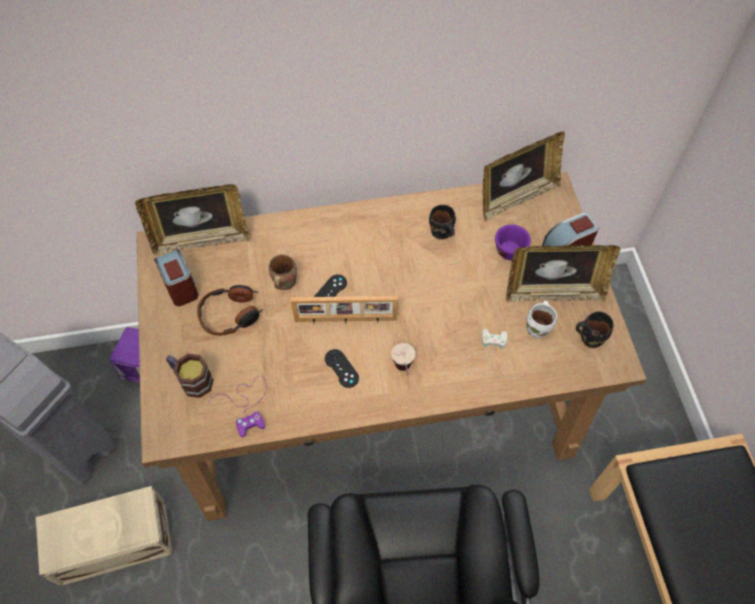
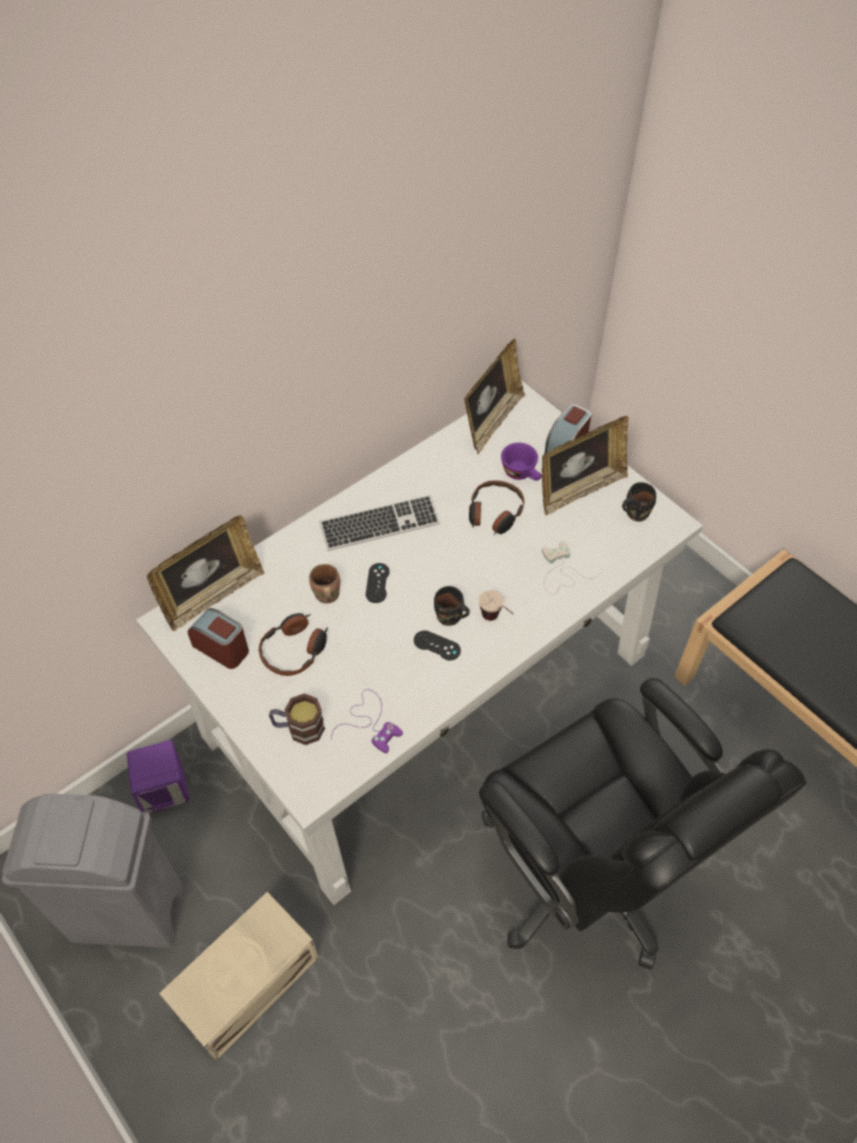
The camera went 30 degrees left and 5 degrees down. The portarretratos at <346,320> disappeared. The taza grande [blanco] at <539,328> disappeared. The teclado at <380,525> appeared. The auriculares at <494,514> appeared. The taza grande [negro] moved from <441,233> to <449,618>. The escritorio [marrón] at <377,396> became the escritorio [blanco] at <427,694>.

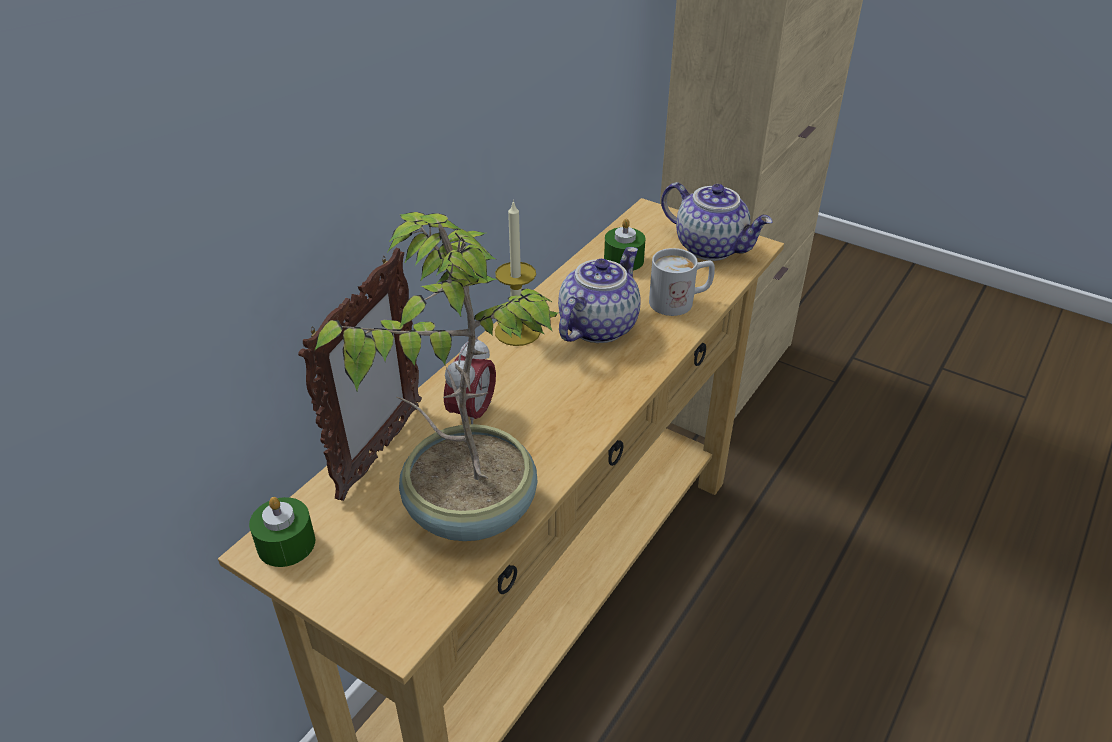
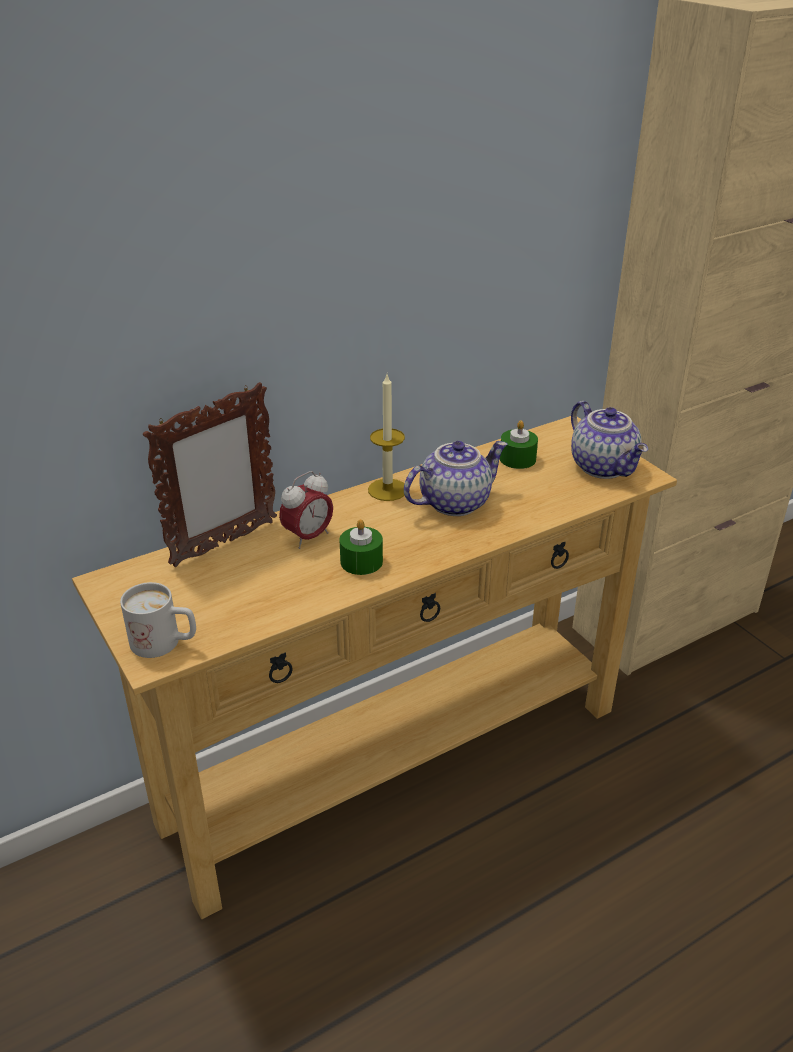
The camera went 25 degrees right and 5 degrees down. The planta en maceta at <468,508> disappeared. The vela [verde] moved from <286,544> to <361,561>. The taza grande [blanco] moved from <680,301> to <165,643>.

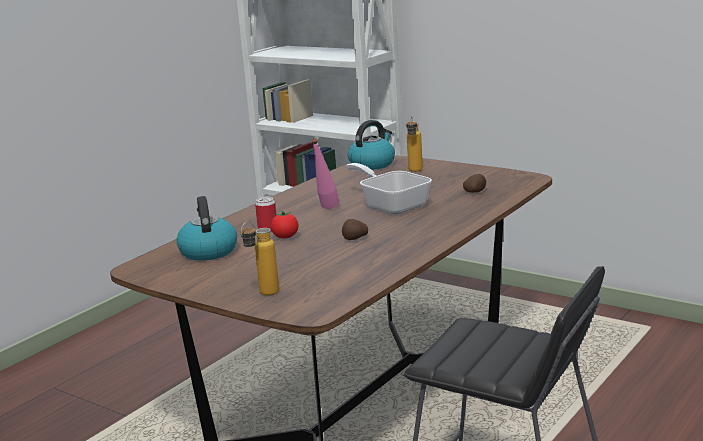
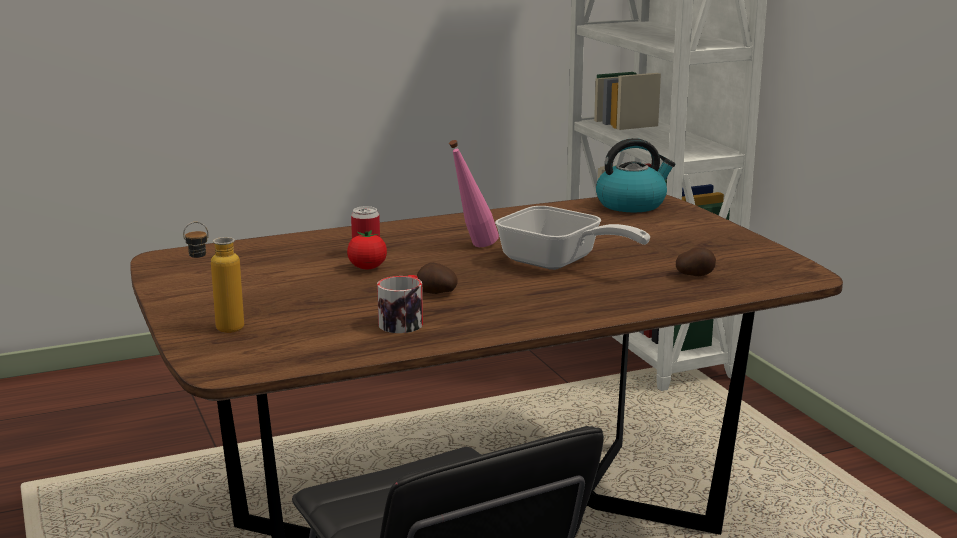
The camera went 30 degrees right and 0 degrees up. The hervidor at <208,251> disappeared. The botella at <414,171> disappeared. The taza grande at <404,321> appeared. The sartén at <391,205> turned 135 degrees clockwise.

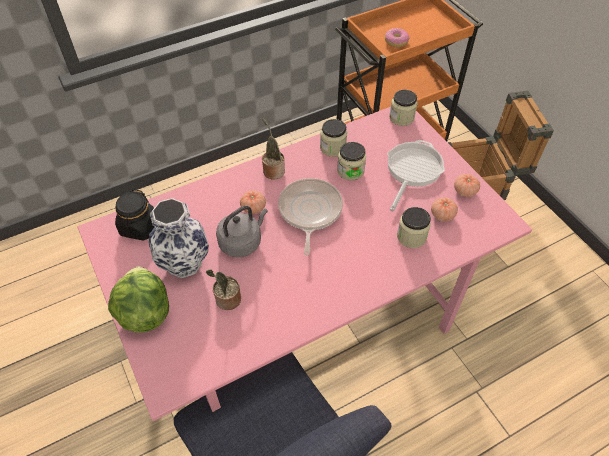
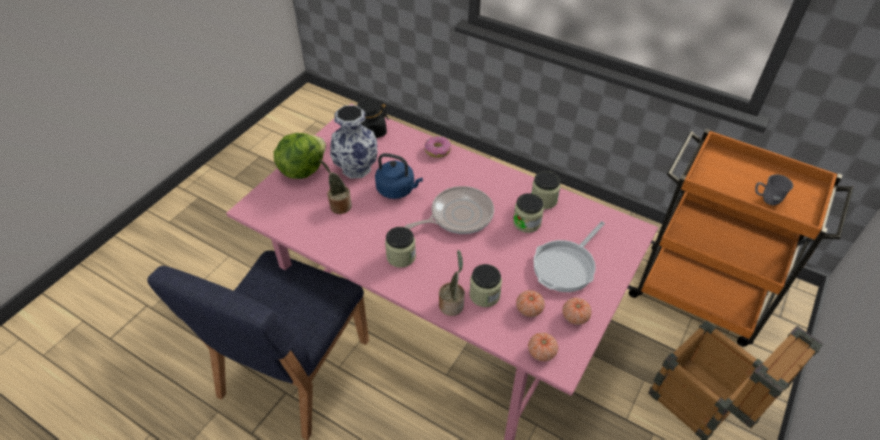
The camera went 60 degrees right and 5 degrees down. The taza grande [gris] at <766,199> appeared. The tomate moved from <253,208> to <541,352>. The planta en maceta moved from <273,170> to <452,304>. The rosquilla moved from <396,41> to <437,151>. The tarro moved from <401,117> to <401,256>. The hervidor [gris] at <242,242> became the hervidor [azul] at <397,189>. The sartén at <412,170> turned 135 degrees clockwise.

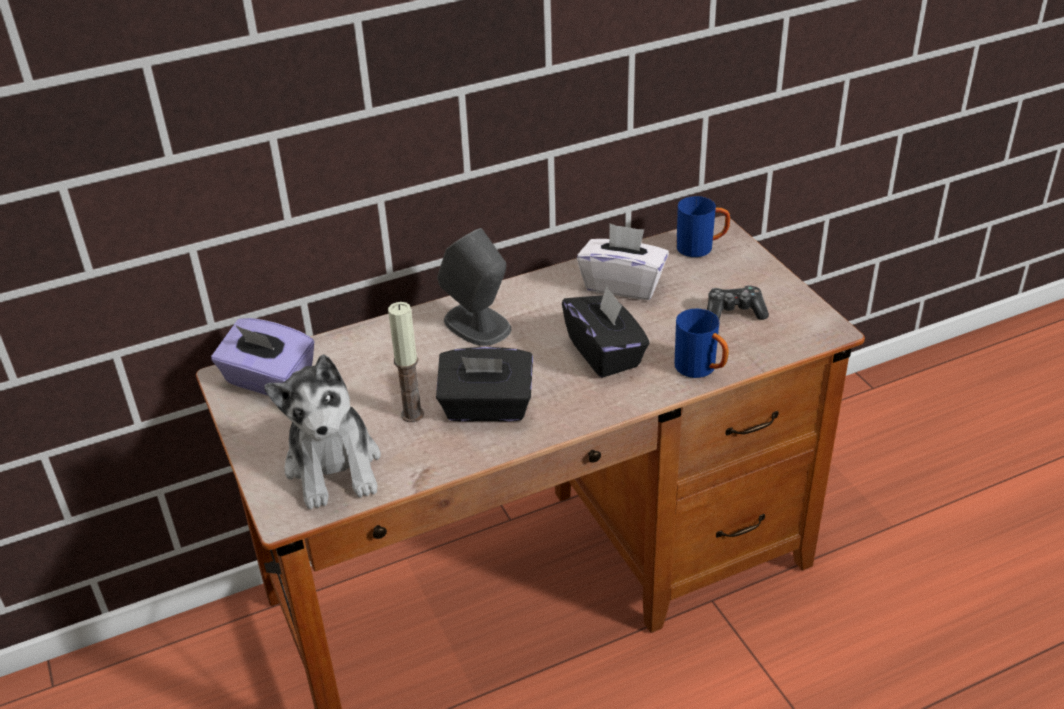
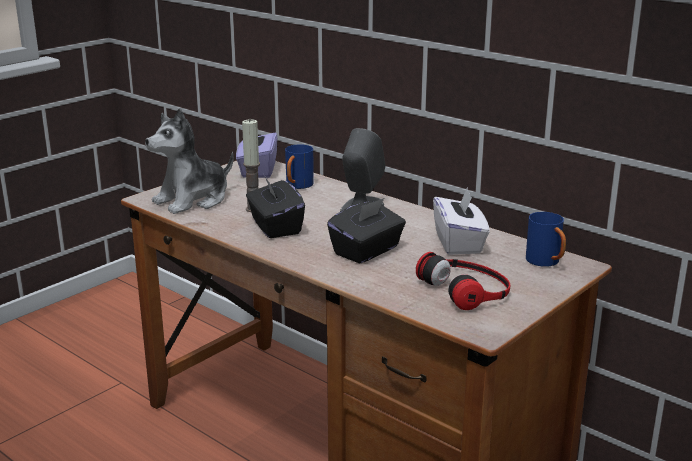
The camera went 65 degrees right and 15 degrees down. The taza grande [azul] moved from <701,369> to <297,186>. The mando de consola at <734,312> was replaced by the auriculares at <467,288>.

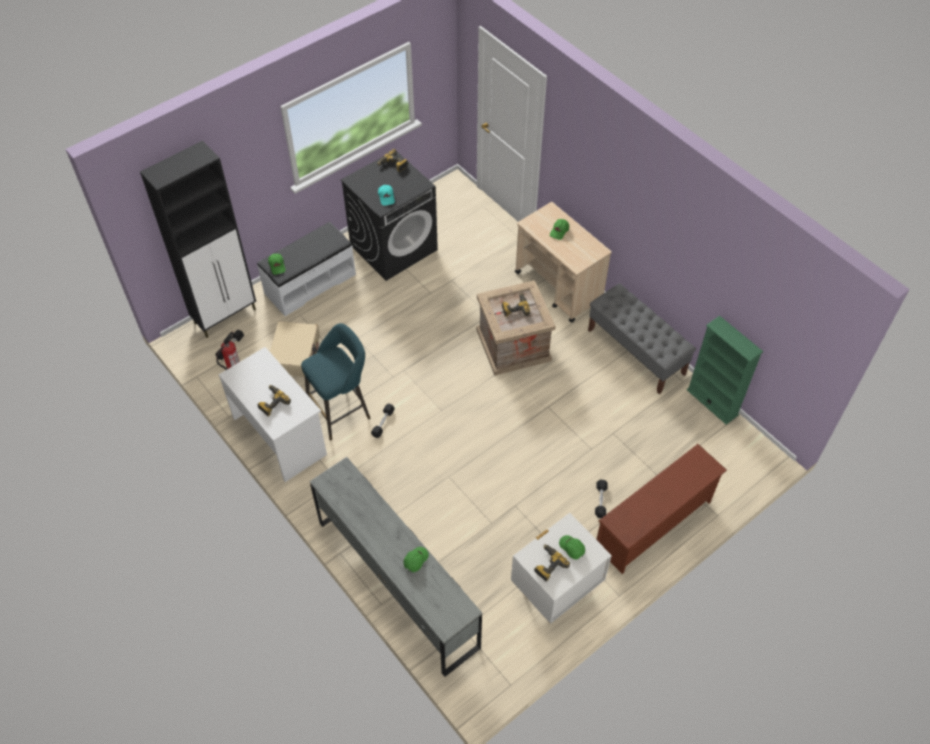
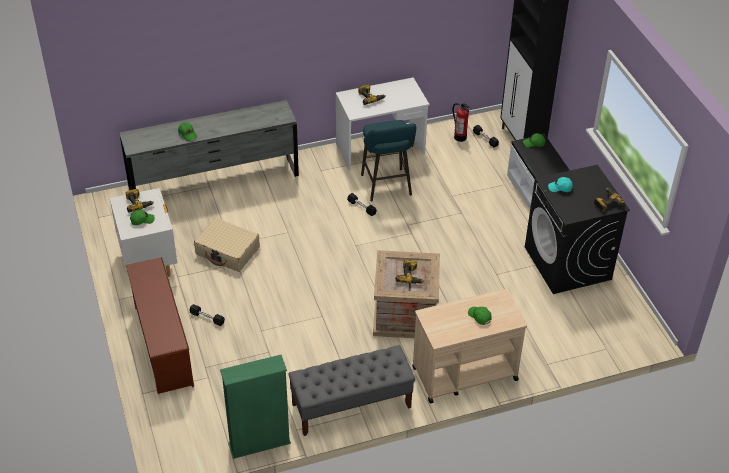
The camera went 110 degrees right and 10 degrees down. The maleta [beis] moved from <295,354> to <227,251>.

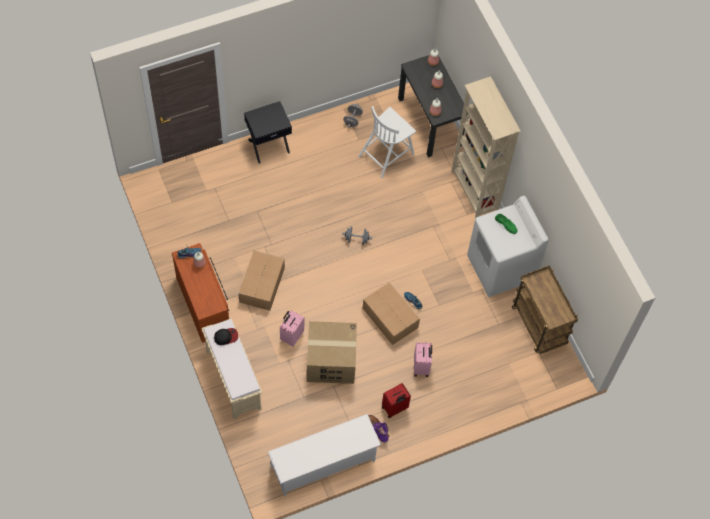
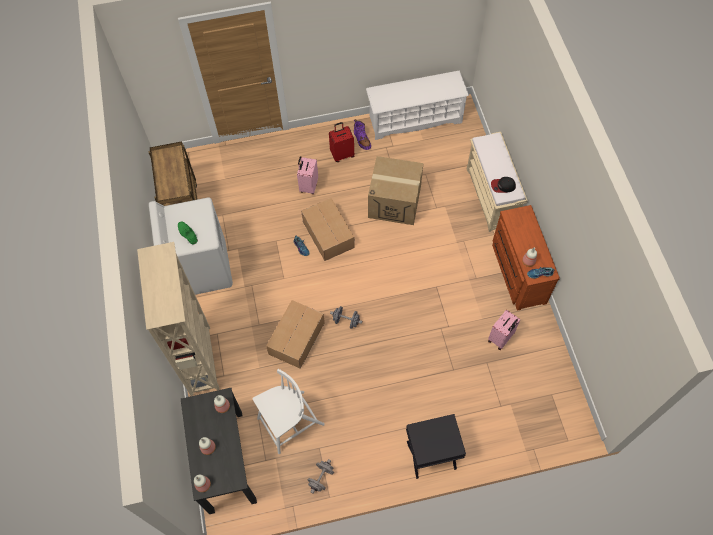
The camera went 165 degrees left and 0 degrees up. The caja de cartón moved from <262,284> to <296,339>. The maleta [rosa] moved from <291,336> to <501,338>.

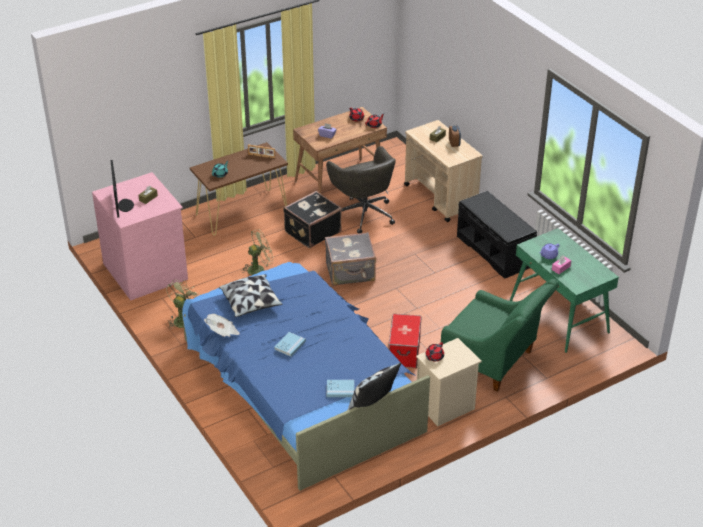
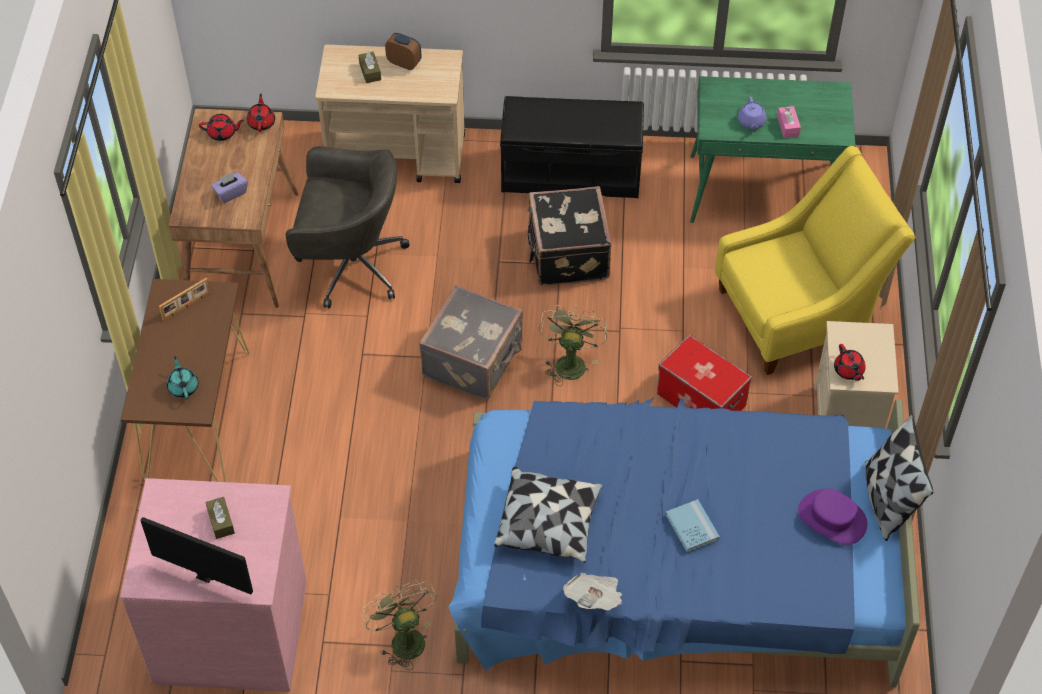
The camera went 55 degrees left and 15 degrees up. The ventilador [verde] moved from <259,269> to <570,361>. The maleta [negro] moved from <312,231> to <566,255>. The libro [azul] at <340,389> was replaced by the sombrero [morado] at <832,518>. The sillón [verde] at <494,362> became the sillón [amarillo] at <799,314>.

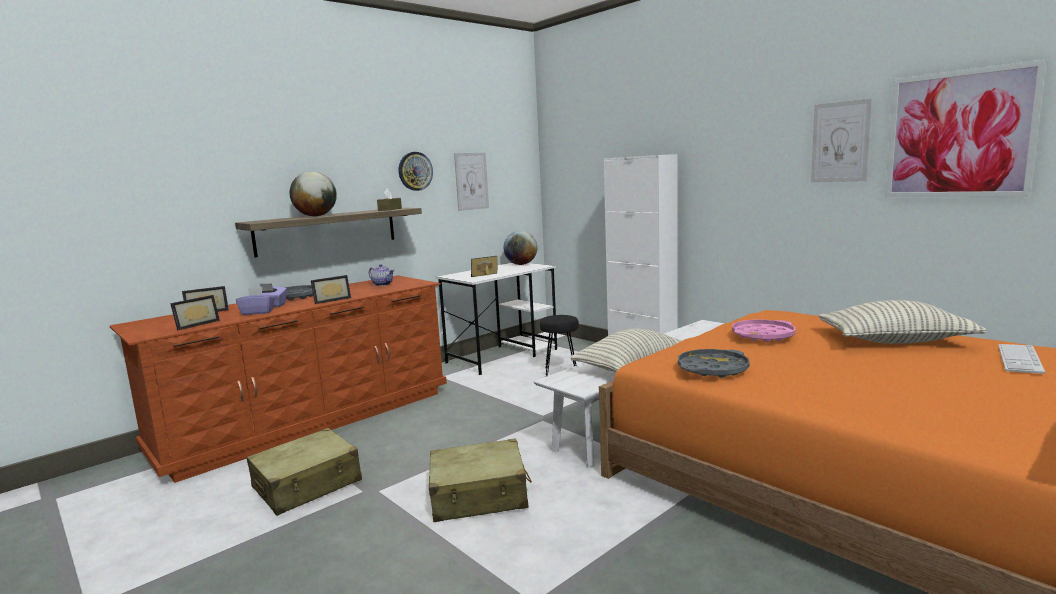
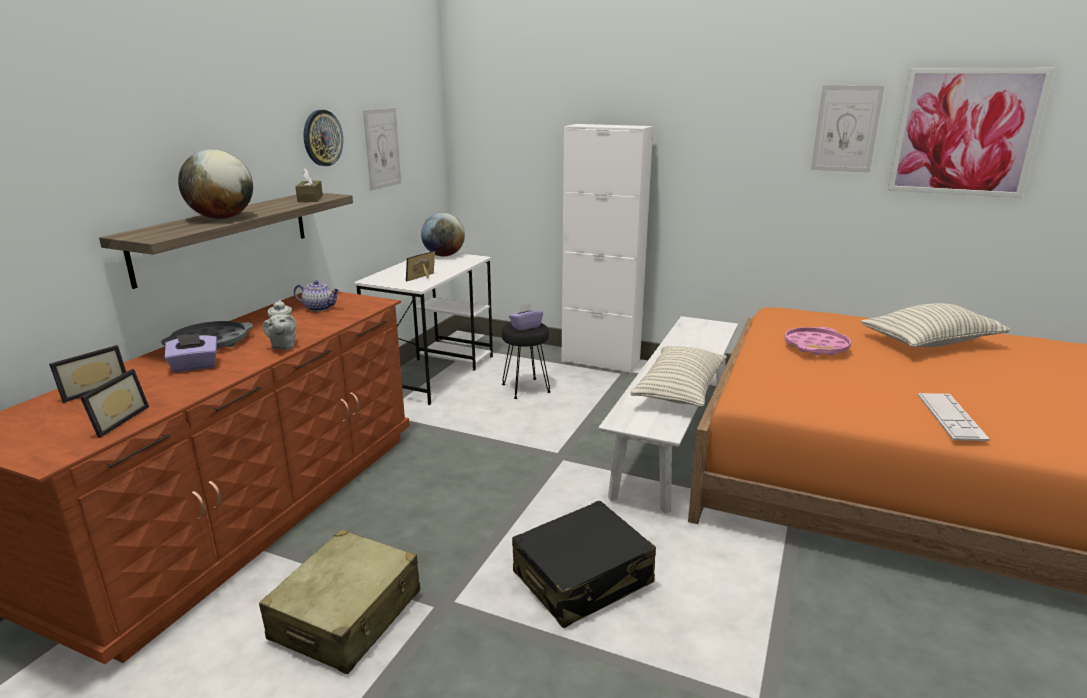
The camera went 25 degrees left and 10 degrees up. The bandeja [gris] at <712,369> disappeared. The caja de pañuelos [morado] moved from <257,312> to <525,326>. The teclado moved from <1019,359> to <950,417>. The portarretratos at <331,300> was replaced by the tetera [gris] at <283,346>. The maleta [beis] at <479,496> became the maleta [negro] at <583,578>.

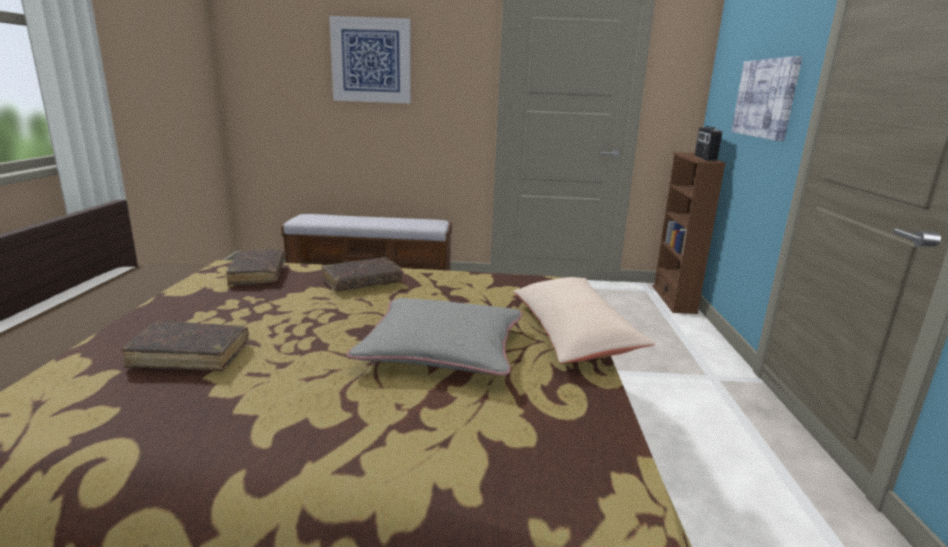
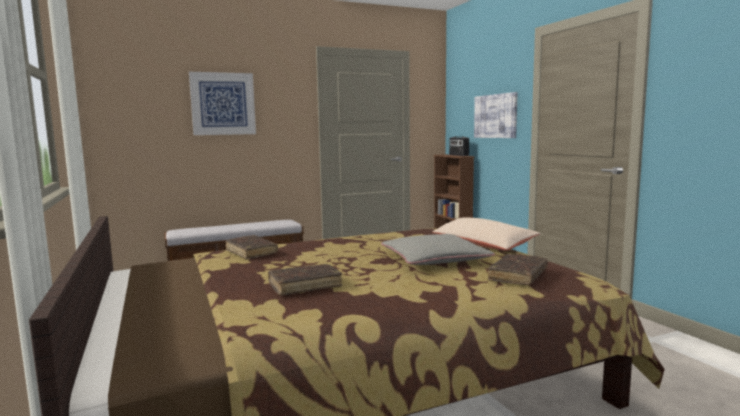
The camera went 25 degrees left and 10 degrees down. The libro [marrón] moved from <362,282> to <518,276>.

